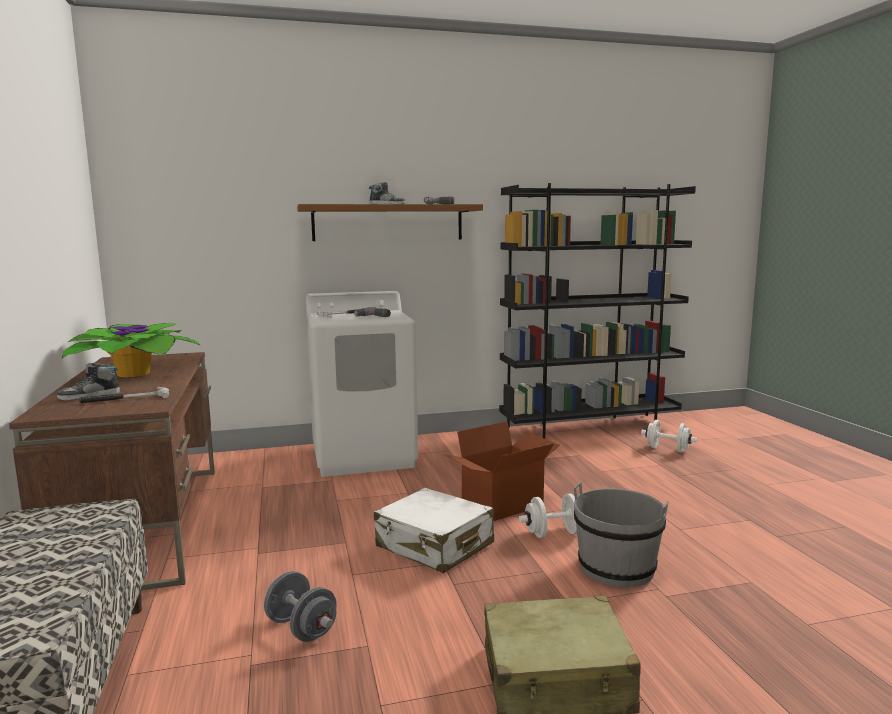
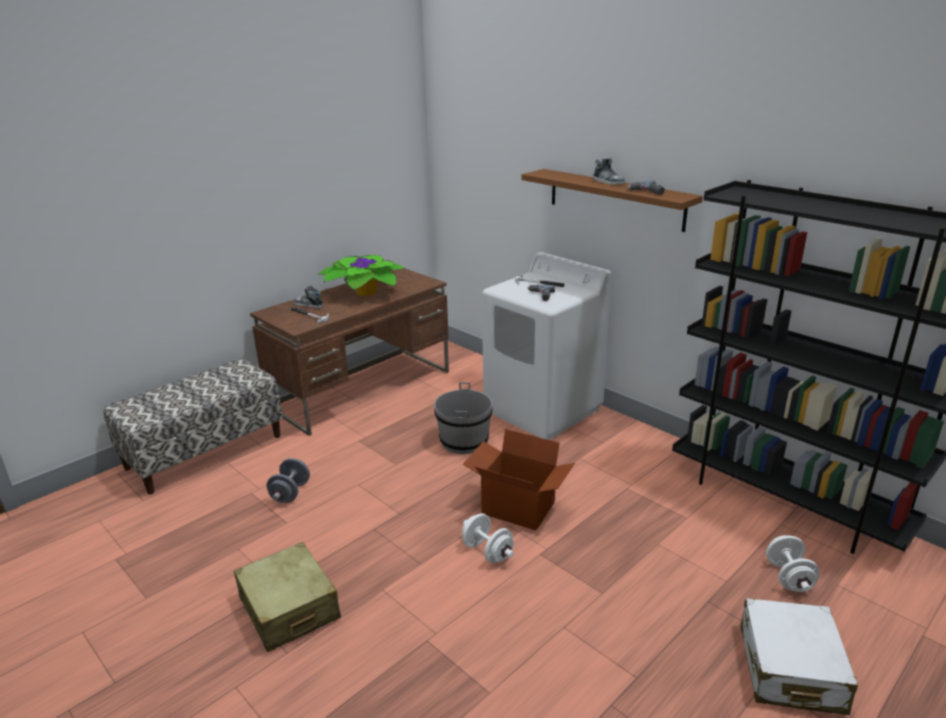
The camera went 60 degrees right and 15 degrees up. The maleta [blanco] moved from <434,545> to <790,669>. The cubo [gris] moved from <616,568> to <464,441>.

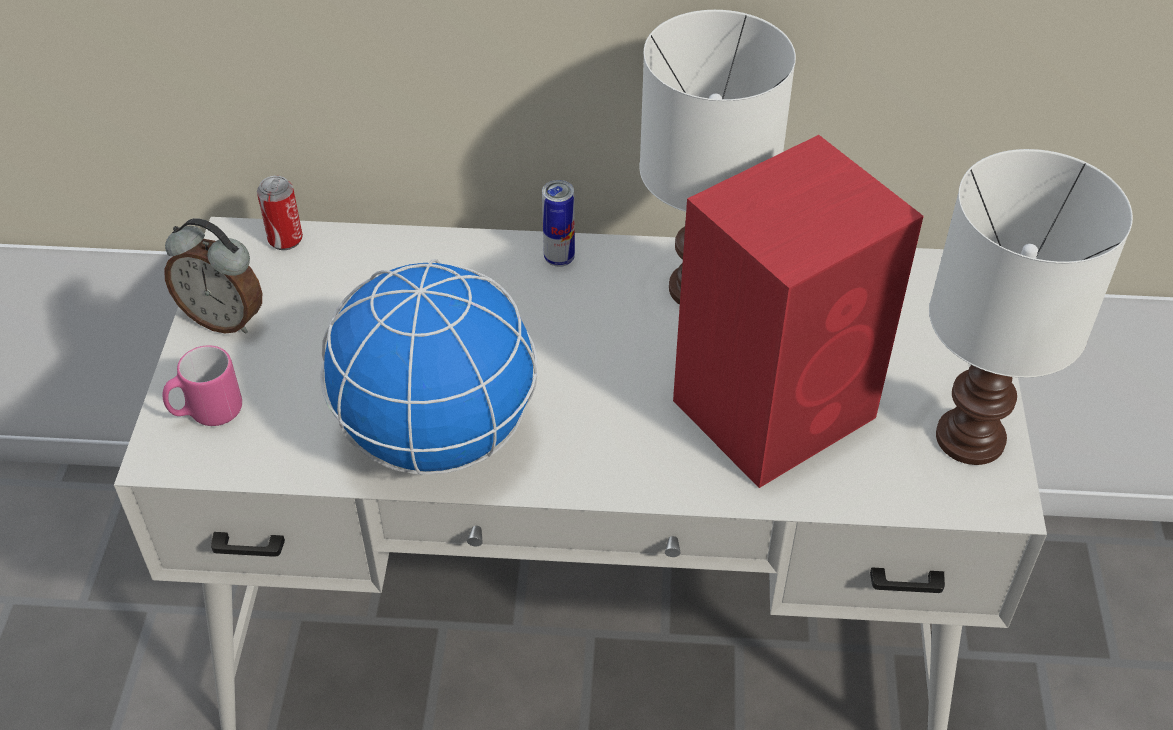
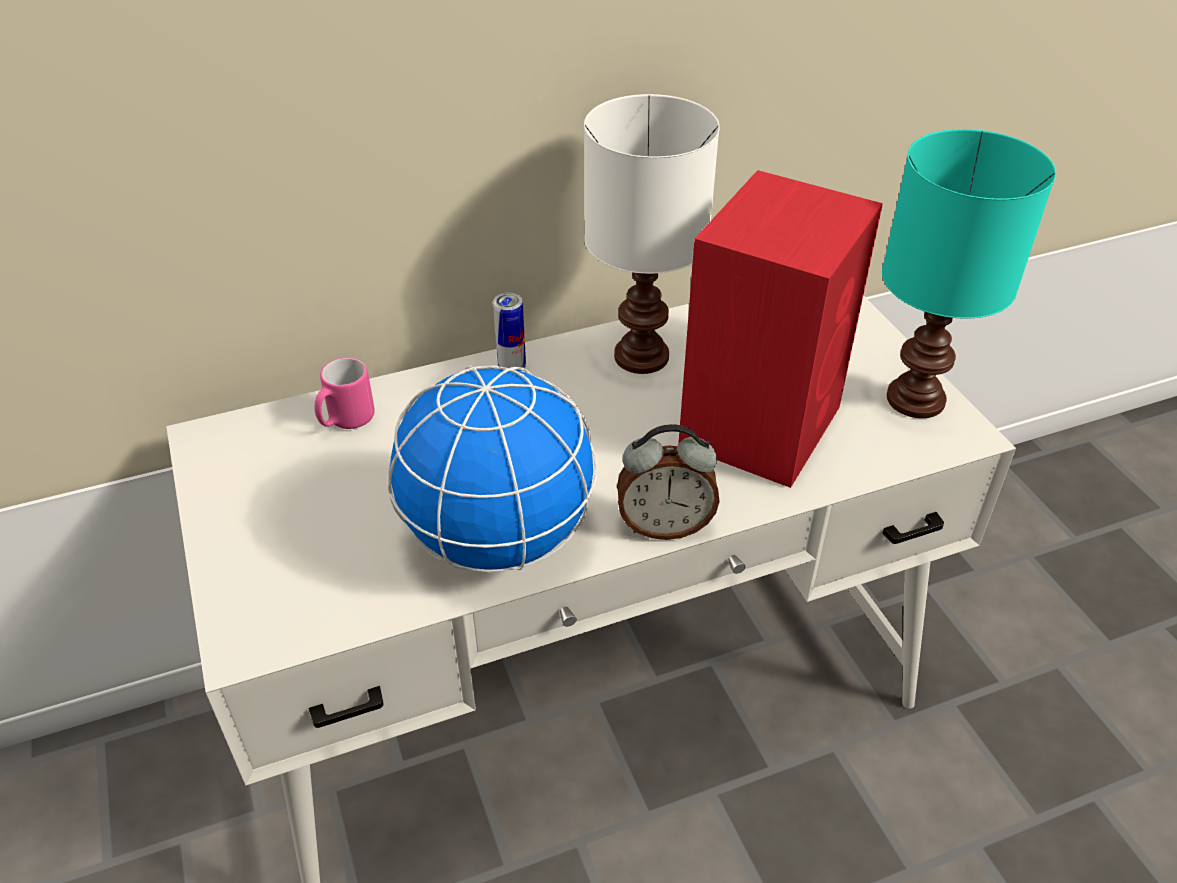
The camera went 25 degrees left and 5 degrees down. The lata at <285,240> disappeared. The taza grande [rosa] moved from <207,412> to <346,421>. The despertador moved from <224,318> to <665,525>. The lámpara de mesa [blanco] at <968,436> became the lámpara de mesa [turquesa] at <913,398>.

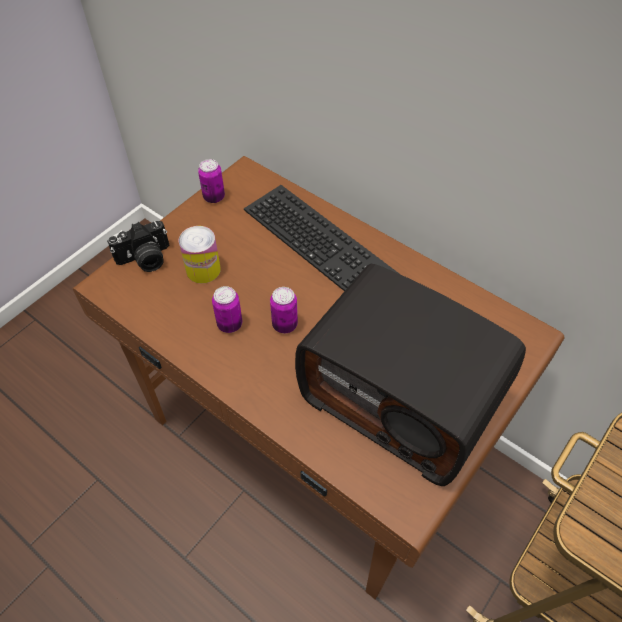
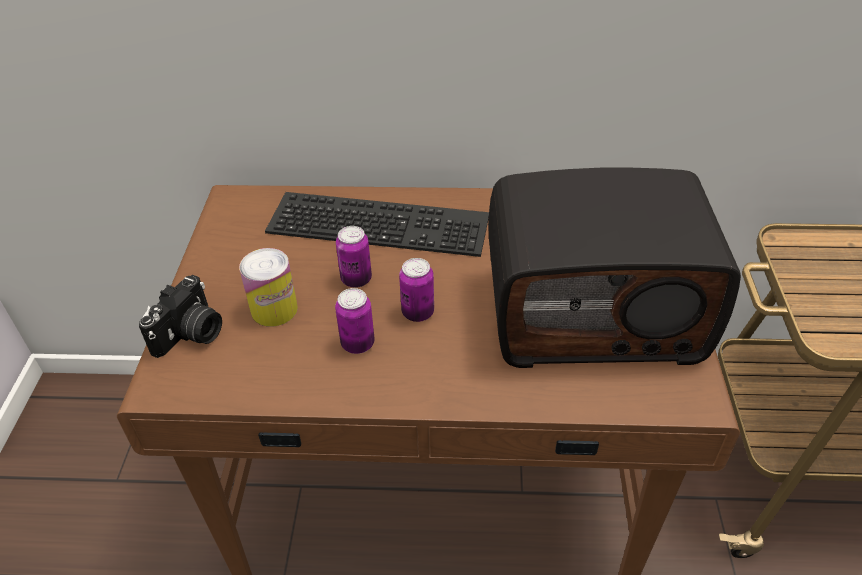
The camera went 35 degrees left and 10 degrees down. The lata moved from <214,197> to <356,279>.

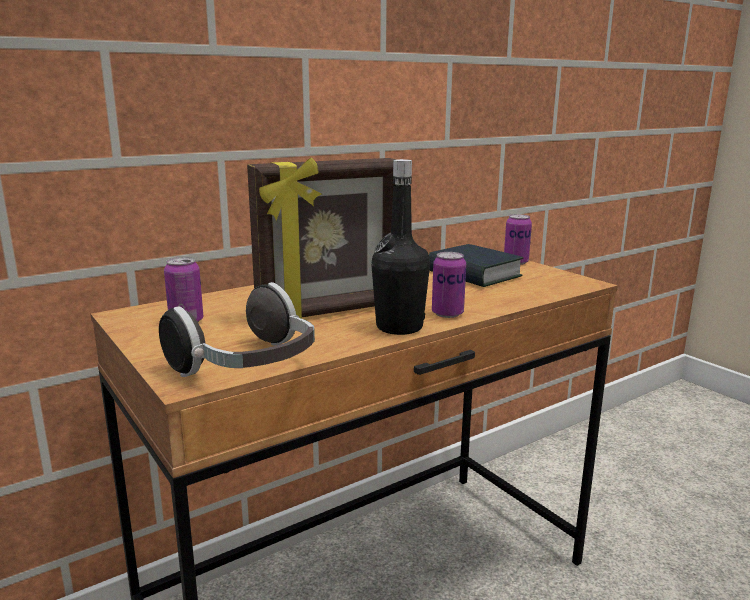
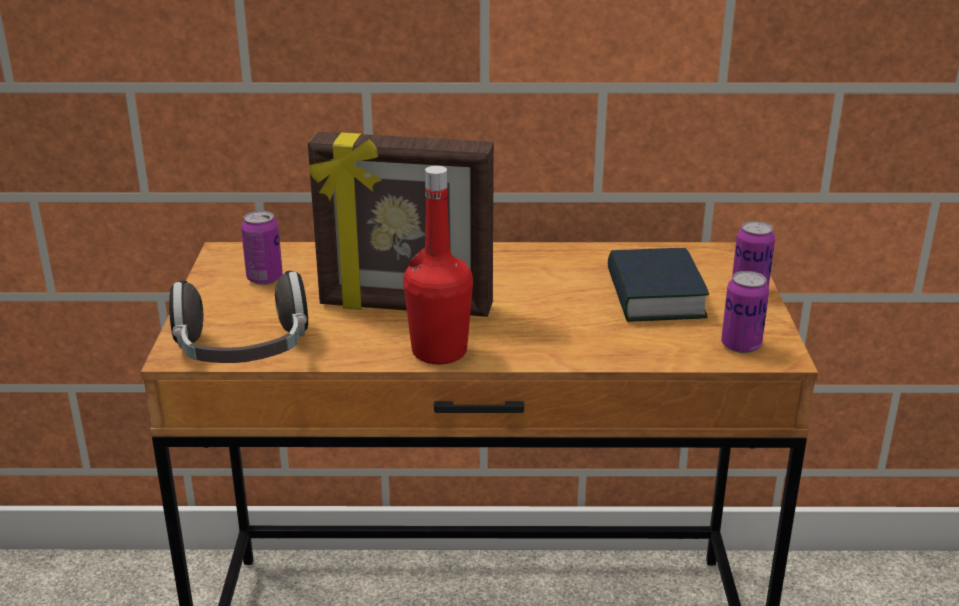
The camera went 35 degrees right and 10 degrees up. The lata moved from <447,313> to <741,345>. The botella [negro] at <399,327> became the botella [rojo] at <439,351>.

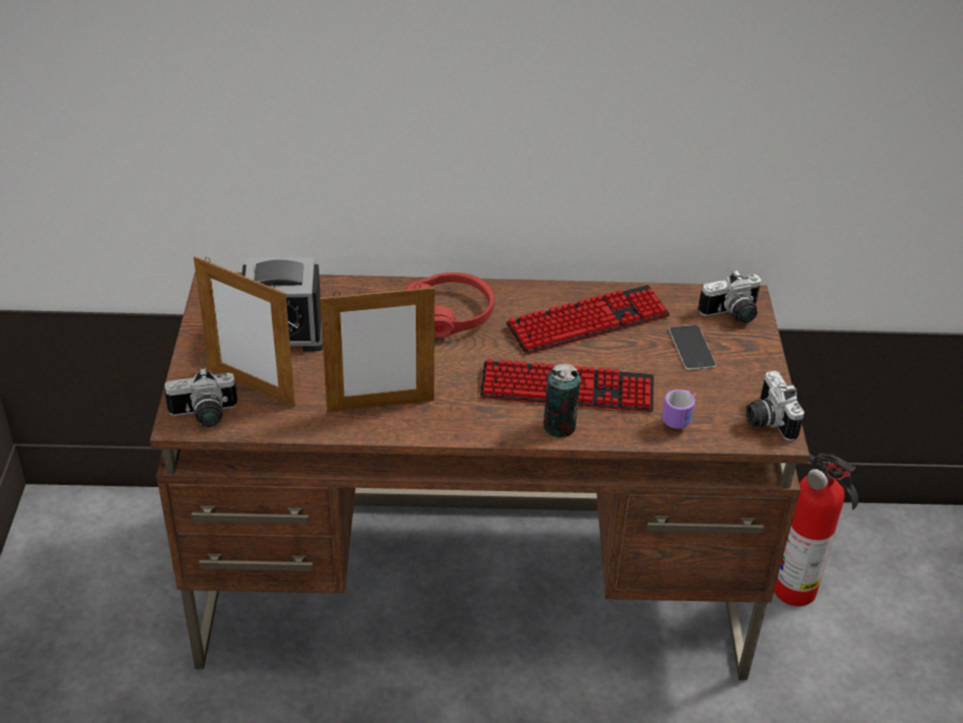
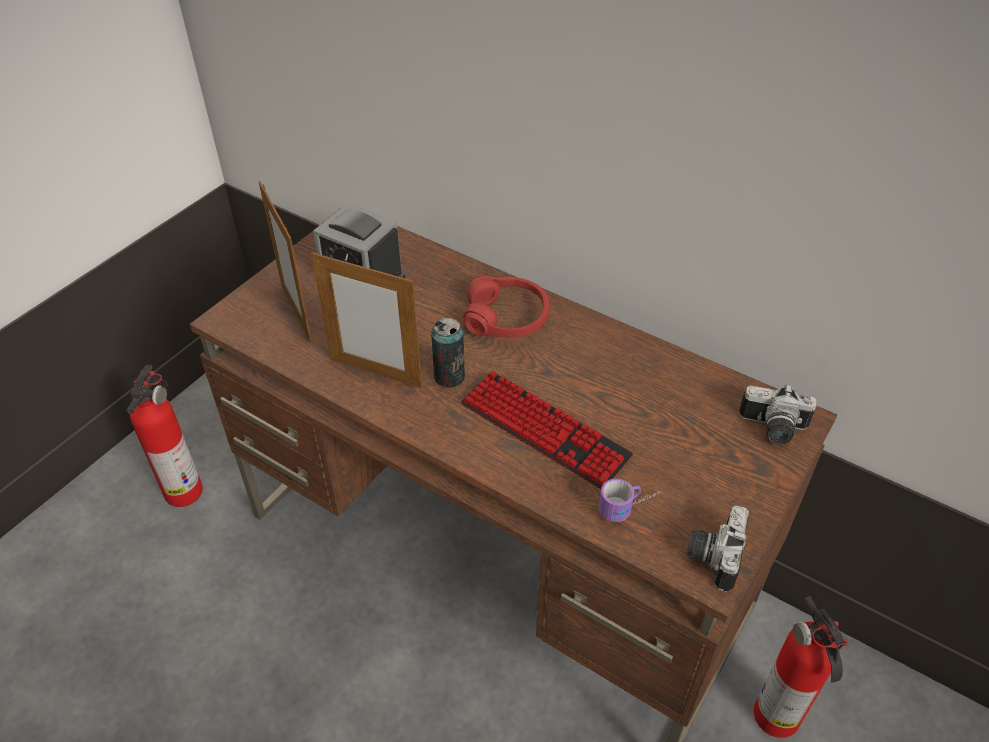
The camera went 35 degrees right and 5 degrees up. The cámara at <204,416> disappeared. The teclado at <588,322> disappeared. The móvil at <692,348> disappeared. The extintor at <185,489> appeared. The lata moved from <559,427> to <449,377>.

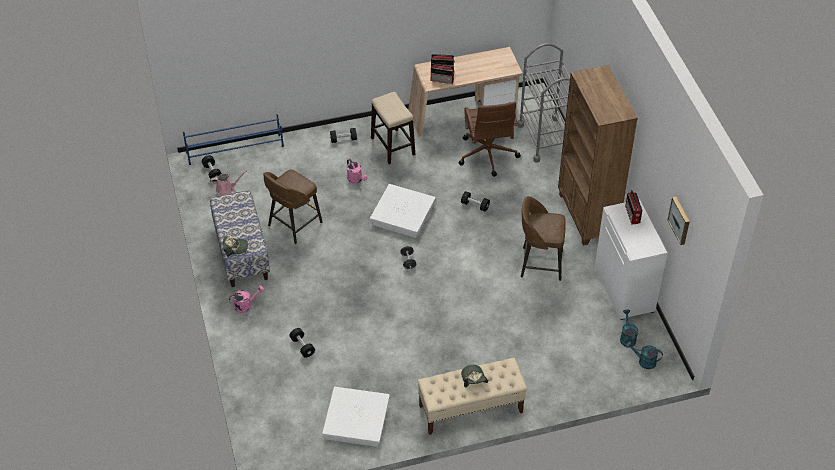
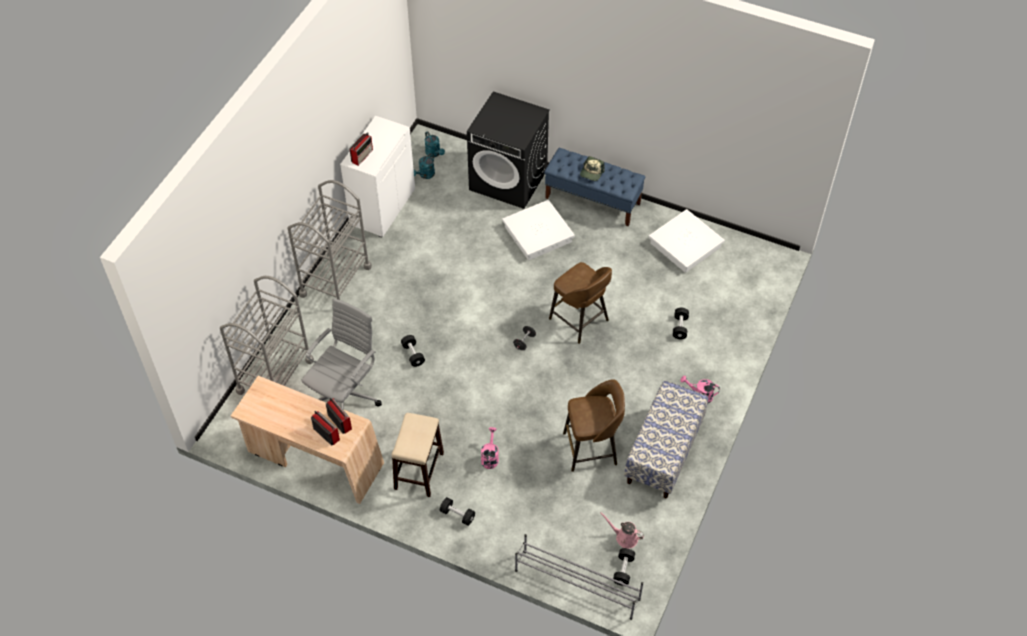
The camera went 140 degrees left and 5 degrees up. The gorra at <235,248> disappeared. The cuadro at <680,220> disappeared. The lavadora [negro] at <509,180> appeared. The caja de almacenaje [blanco] moved from <403,215> to <537,234>. The taburete [marrón] moved from <540,263> to <580,320>. The estantería [marrón] at <587,216> was replaced by the carrito [gris] at <335,281>. The zapatero [azul] at <235,149> became the zapatero [gris] at <576,584>. The banco [beis] at <470,409> became the banco [azul] at <593,201>. The silla de oficina [marrón] at <487,156> became the silla de oficina [gris] at <345,396>.

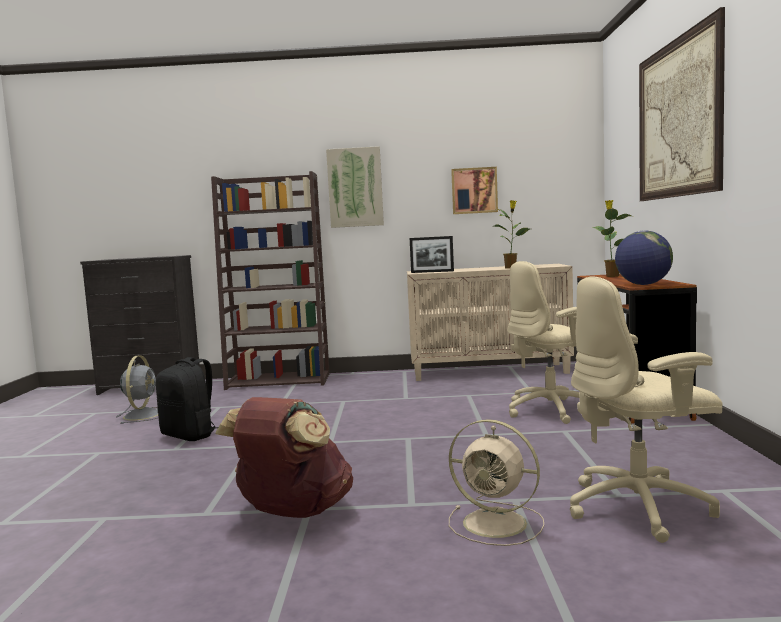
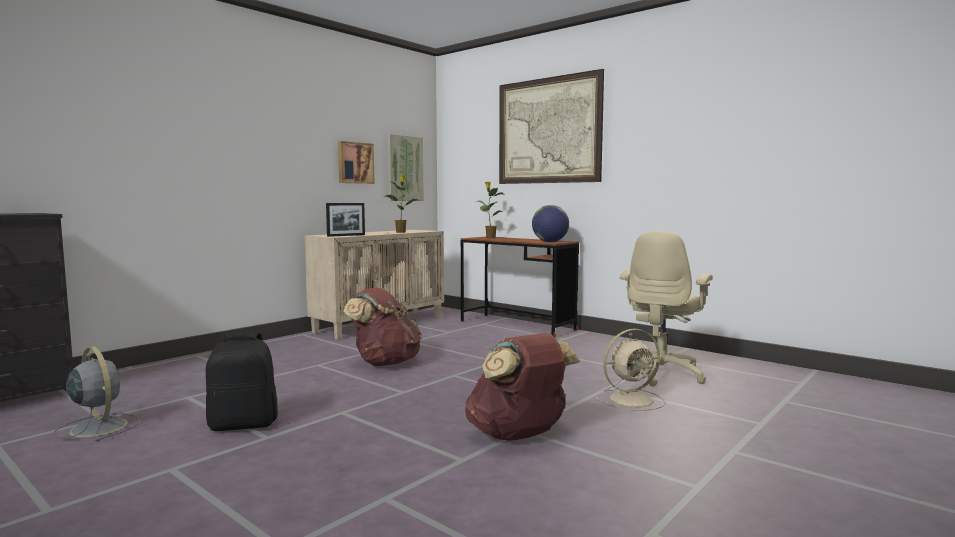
The camera went 50 degrees left and 0 degrees up. The estantería [marrón] at <280,381> disappeared. The silla de oficina [beis] at <552,410> disappeared. The mochila [marrón] at <384,363> appeared. The cuadro moved from <355,187> to <404,168>.

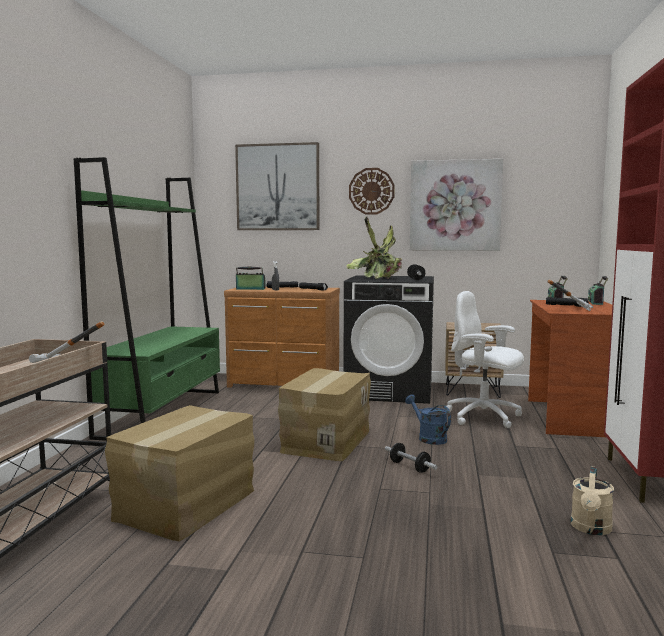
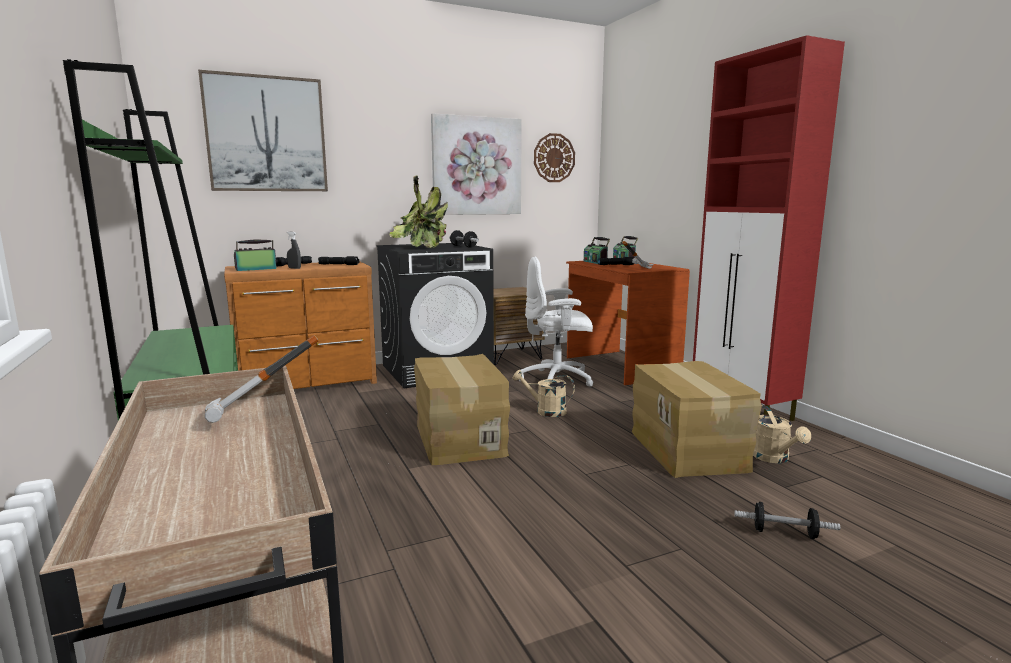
The camera went 35 degrees left and 5 degrees up. The caja de cartón moved from <187,505> to <688,450>. The reloj de pared moved from <371,191> to <554,158>. The mancuerna moved from <409,467> to <784,533>. The regadera [azul] at <428,438> became the regadera [beis] at <545,411>.

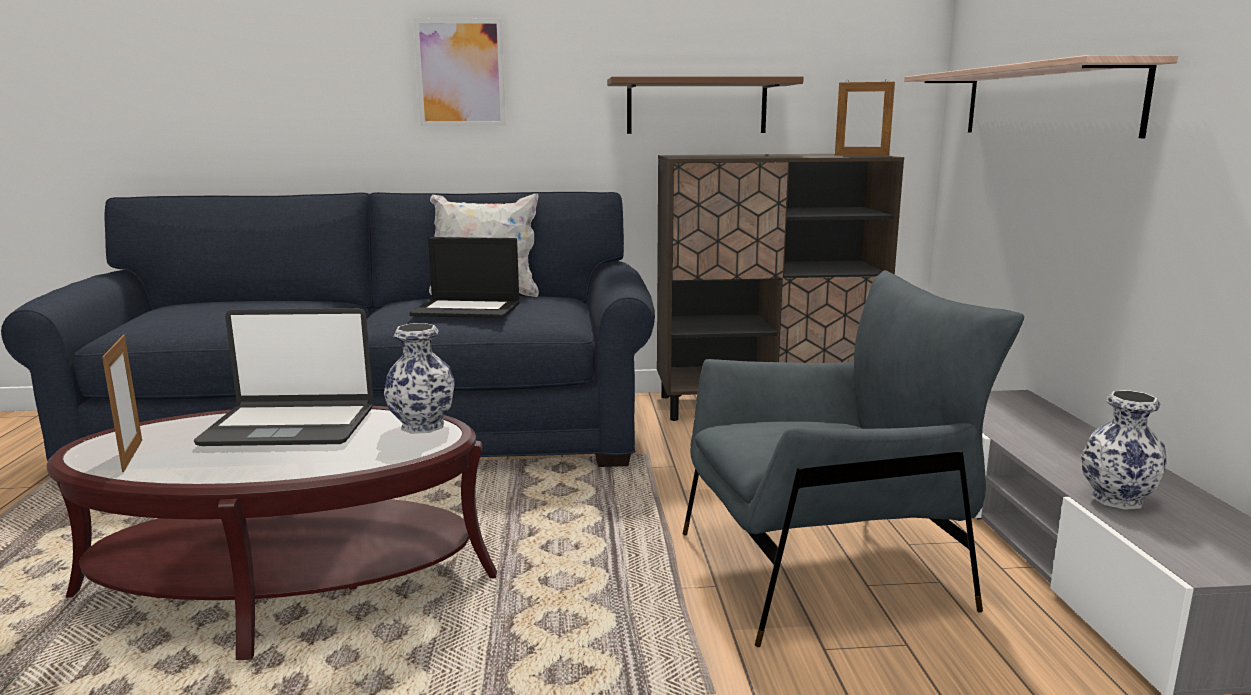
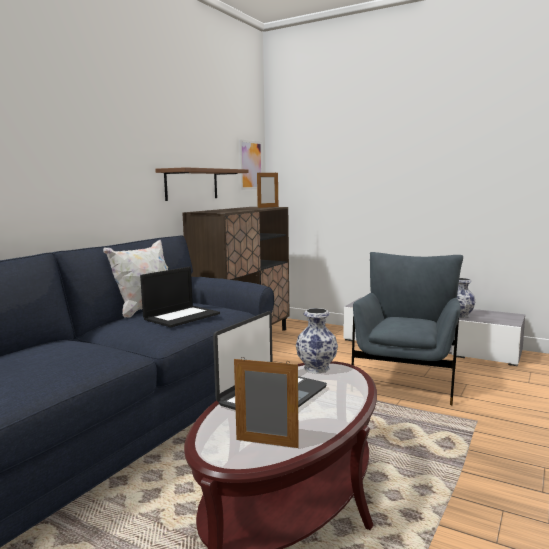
The camera went 55 degrees left and 5 degrees down. The estante at <1046,101> disappeared. The cuadro moved from <460,73> to <250,165>.

